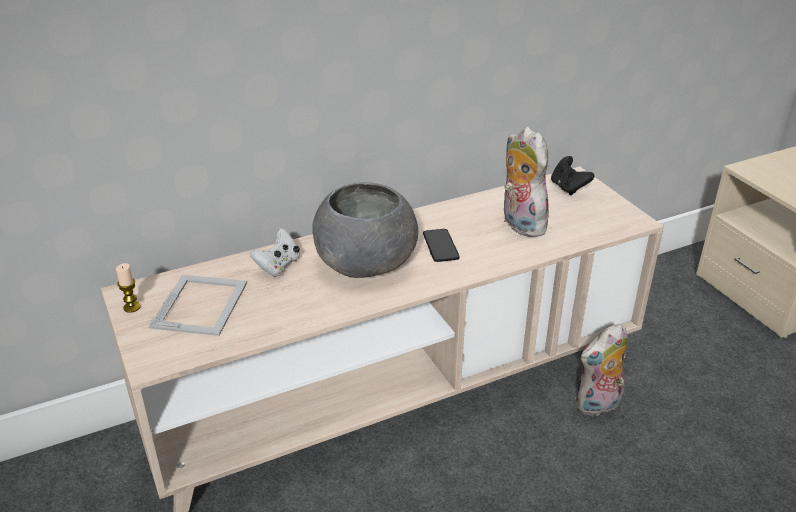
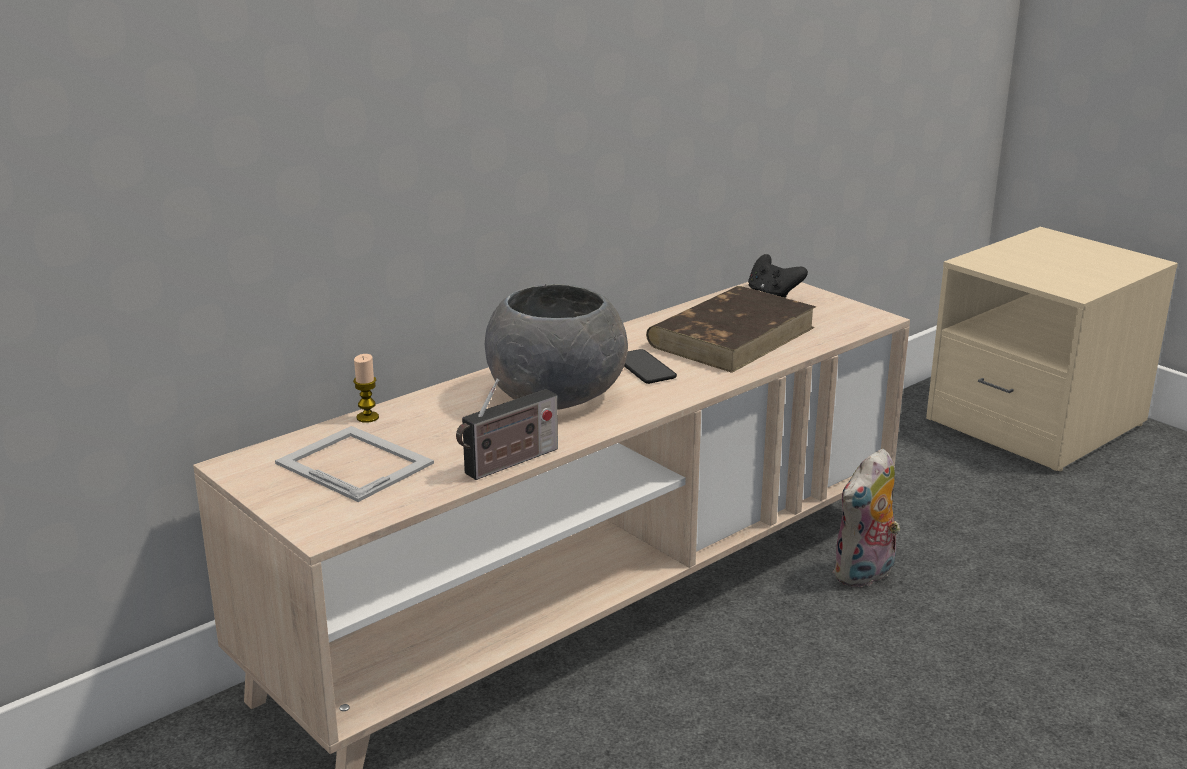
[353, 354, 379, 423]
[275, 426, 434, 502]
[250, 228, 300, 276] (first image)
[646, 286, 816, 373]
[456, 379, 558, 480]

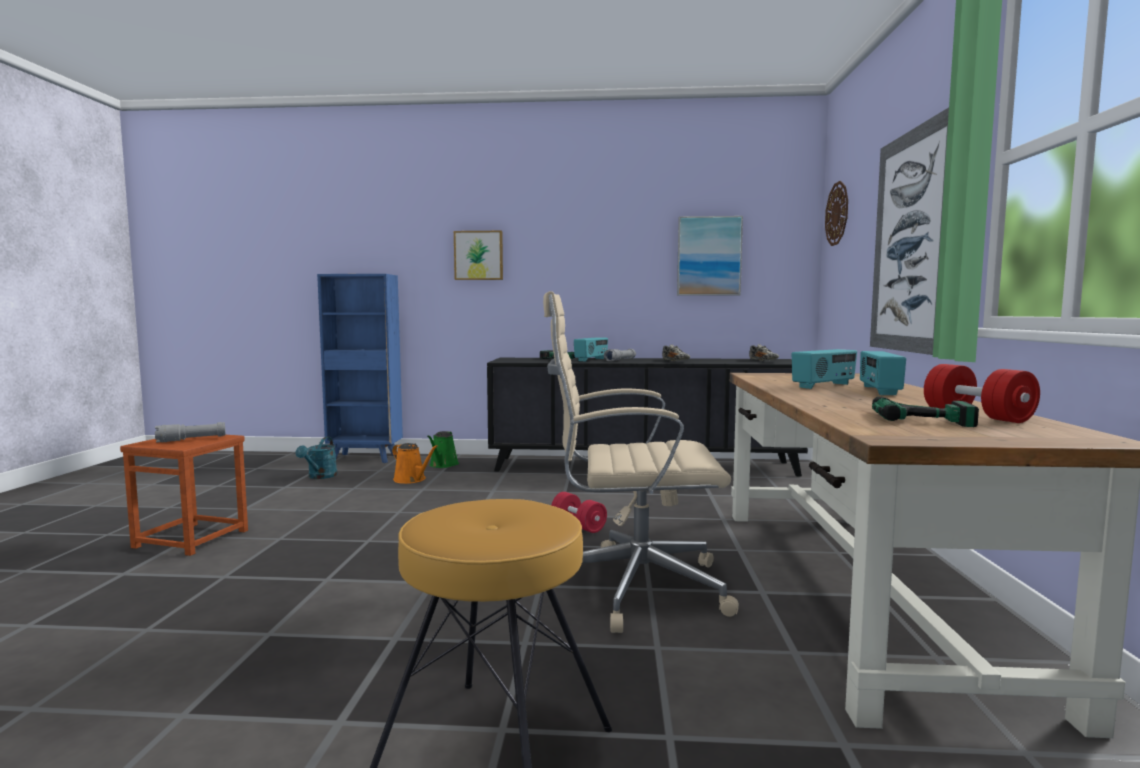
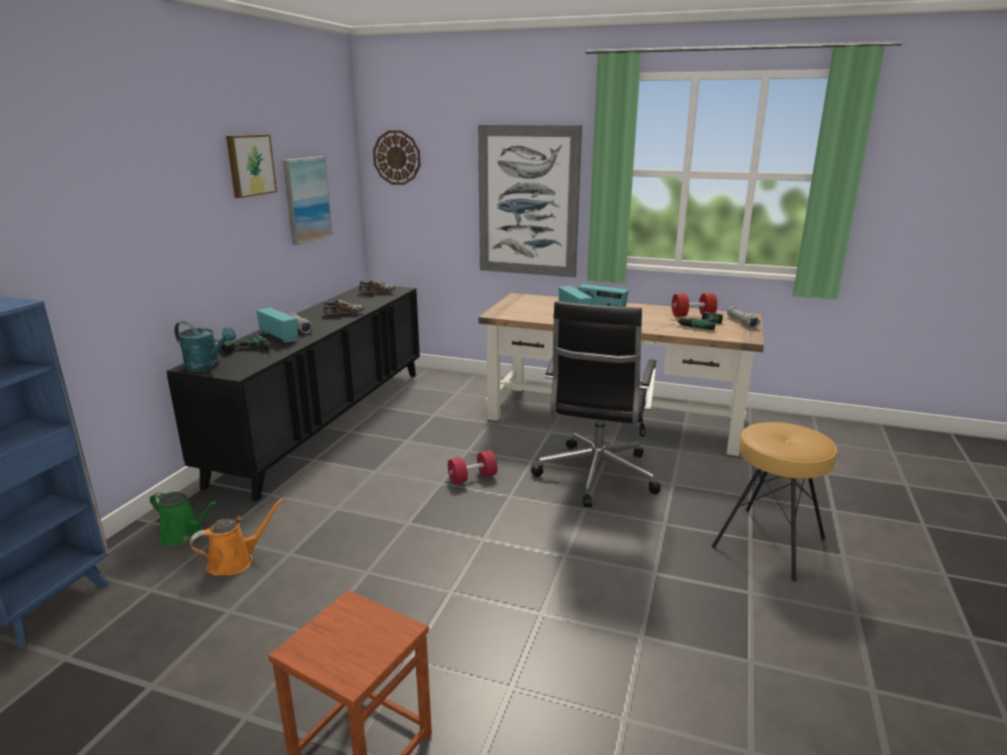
[727, 307, 760, 329]
[175, 321, 236, 372]
[226, 134, 277, 198]
[531, 301, 661, 507]

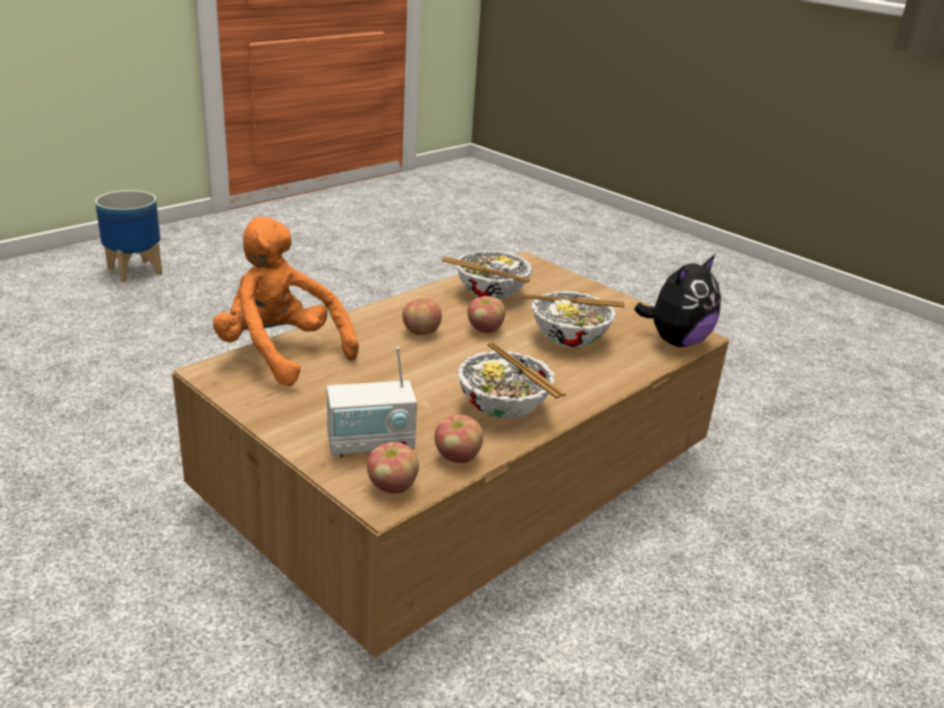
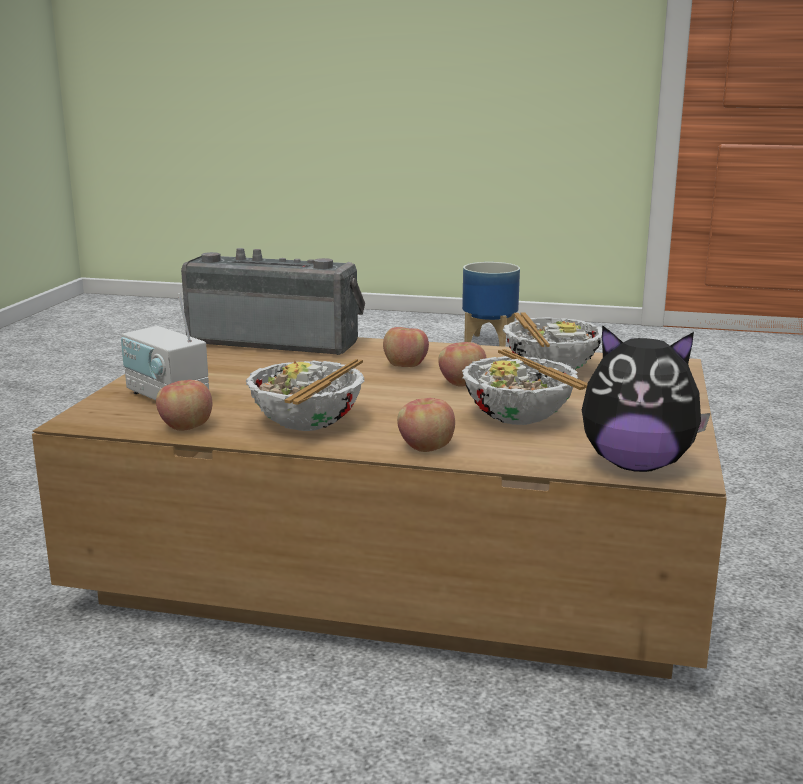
[181, 248, 365, 355]
[397, 398, 455, 452]

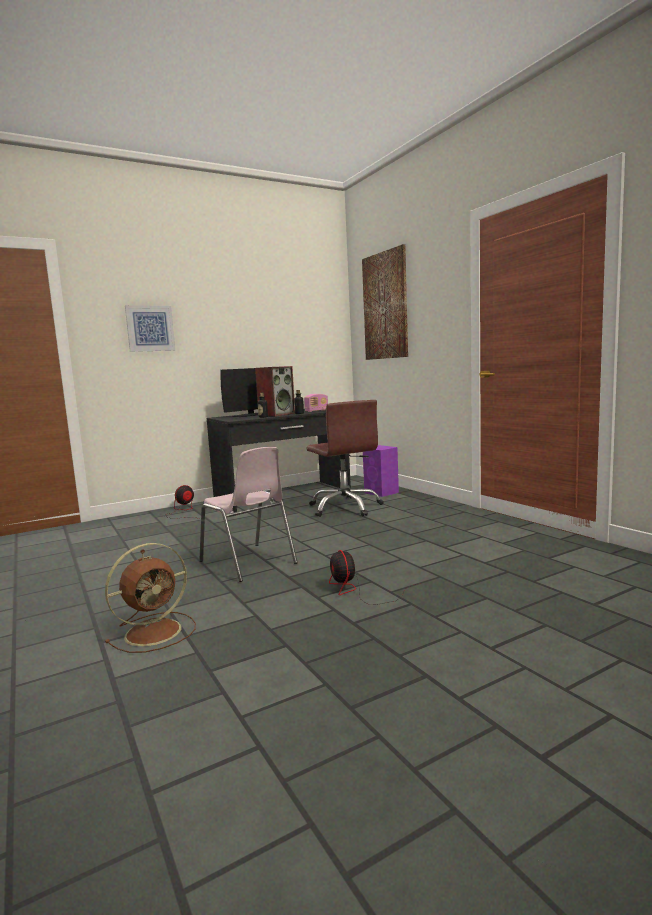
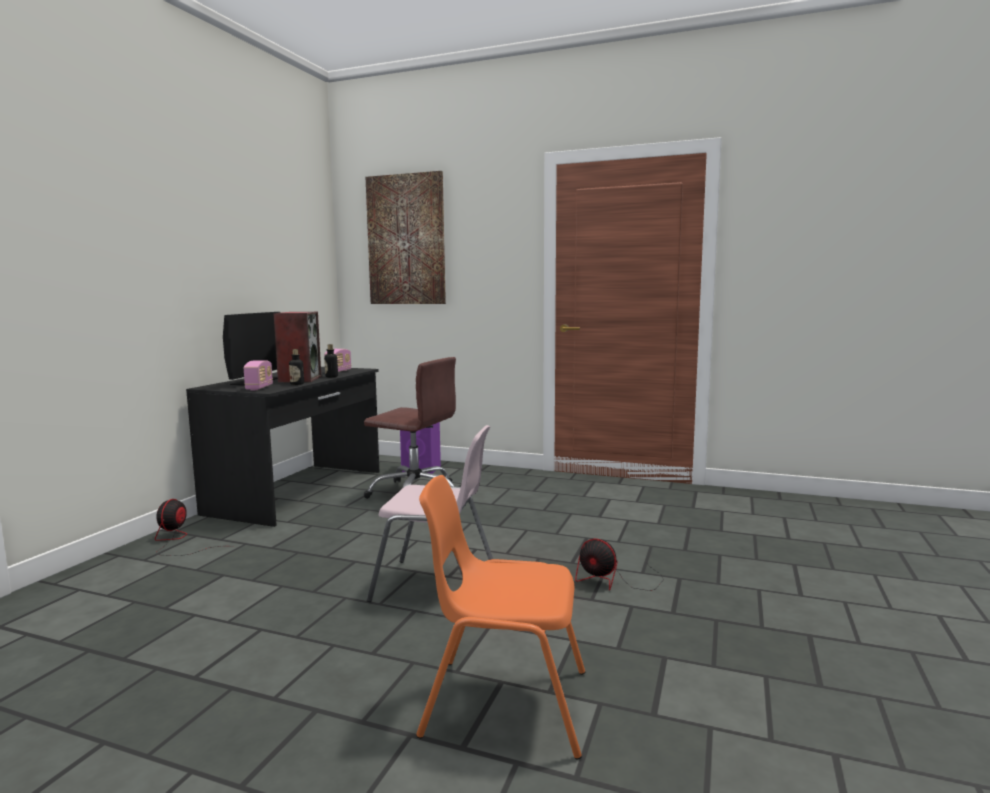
[416, 475, 585, 759]
[125, 305, 175, 352] (first image)
[243, 360, 273, 390]

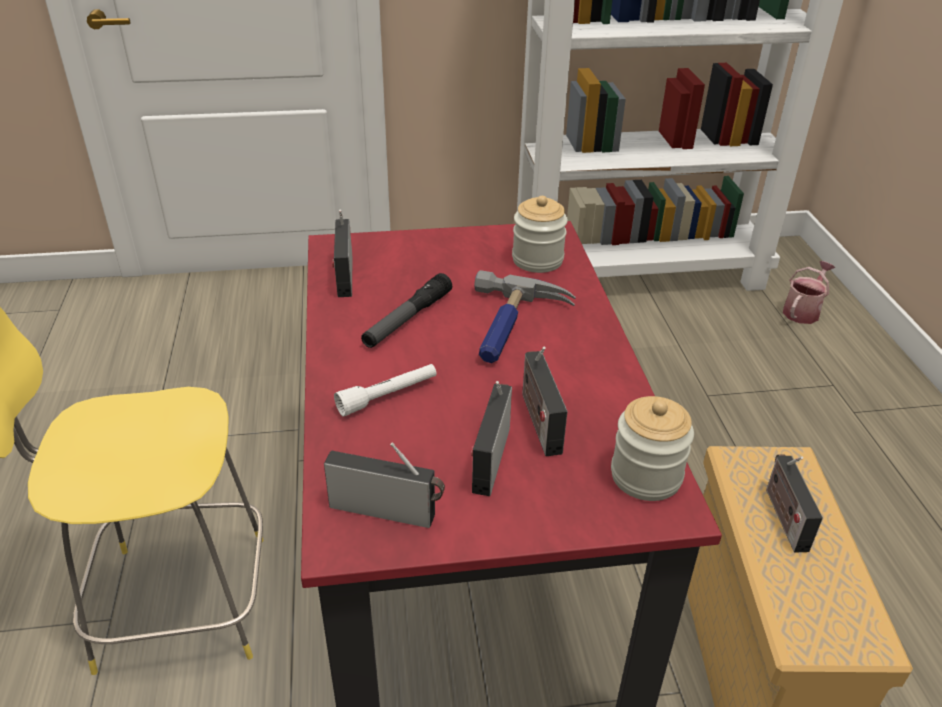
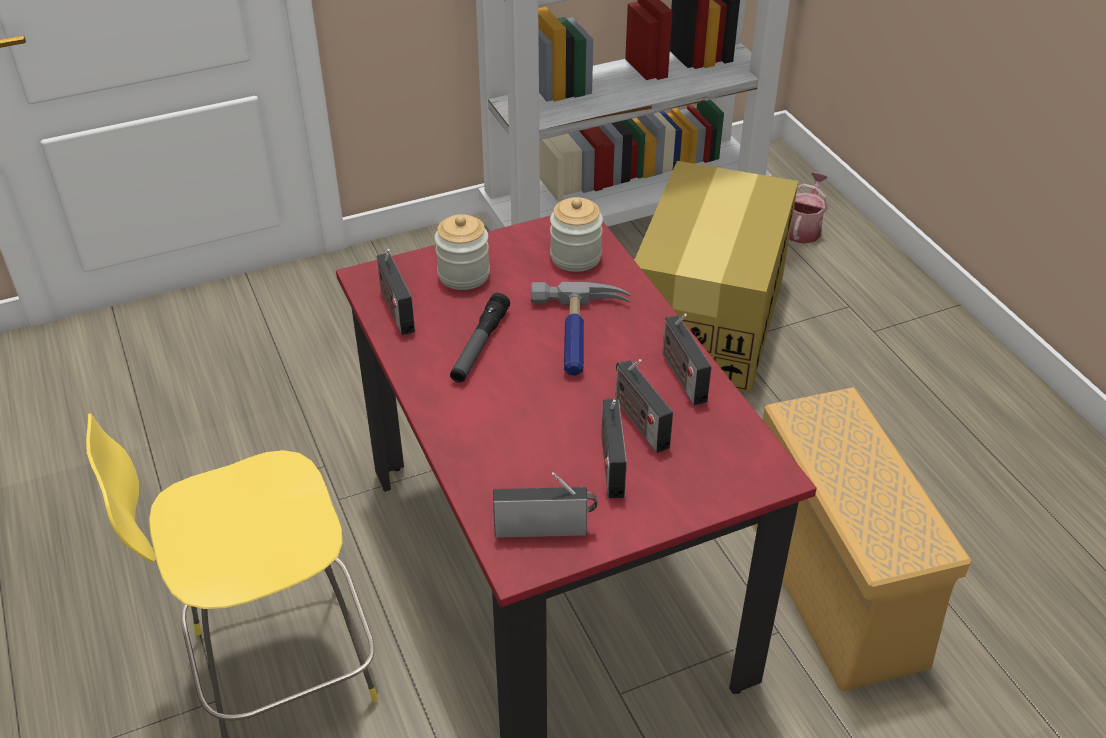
[334, 364, 437, 417] (first image)
[434, 214, 490, 290]
[662, 314, 712, 405]
[634, 161, 798, 393]

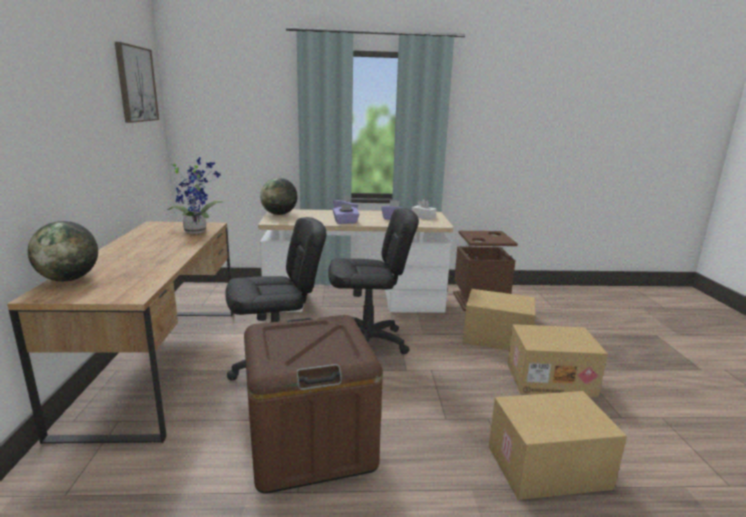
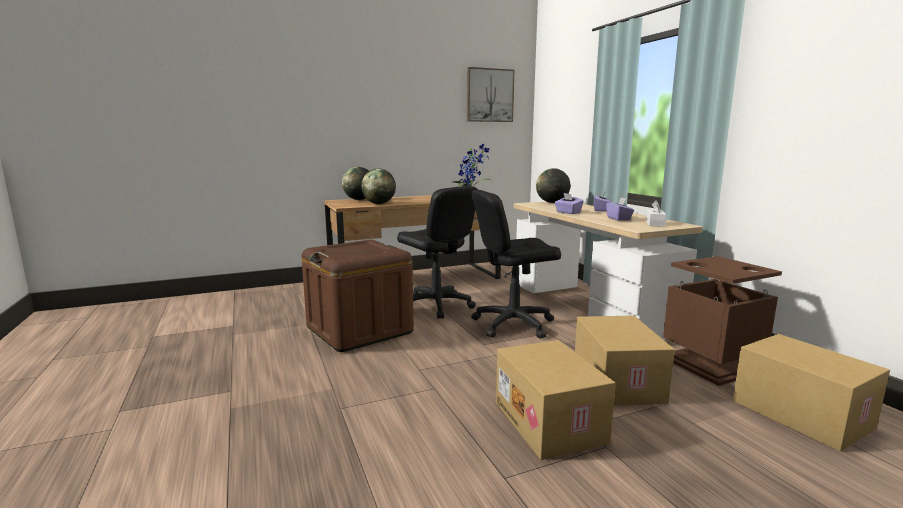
[471, 190, 561, 338]
[733, 334, 890, 451]
[361, 169, 396, 204]

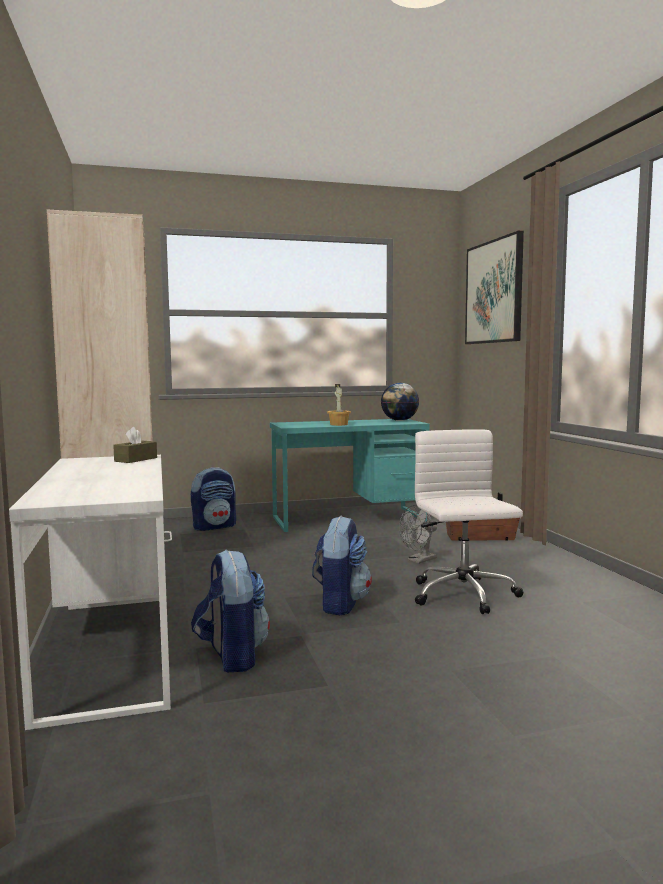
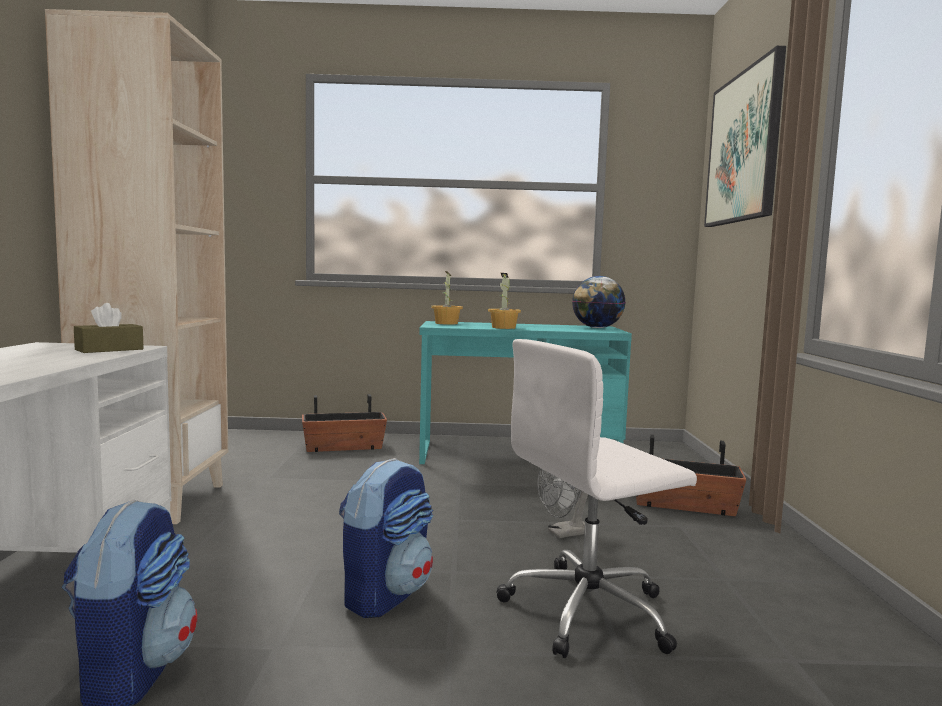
[302, 394, 387, 452]
[496, 339, 697, 658]
[431, 271, 463, 325]

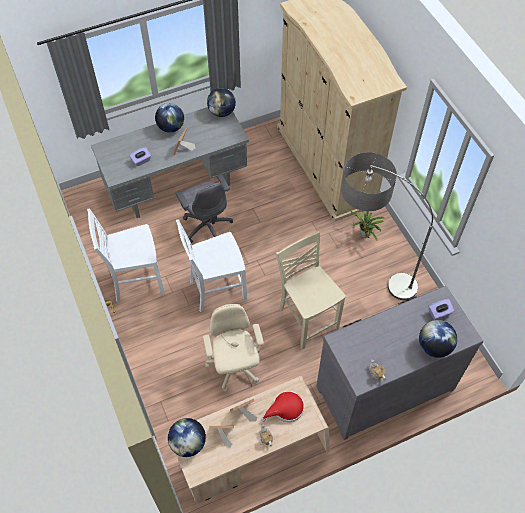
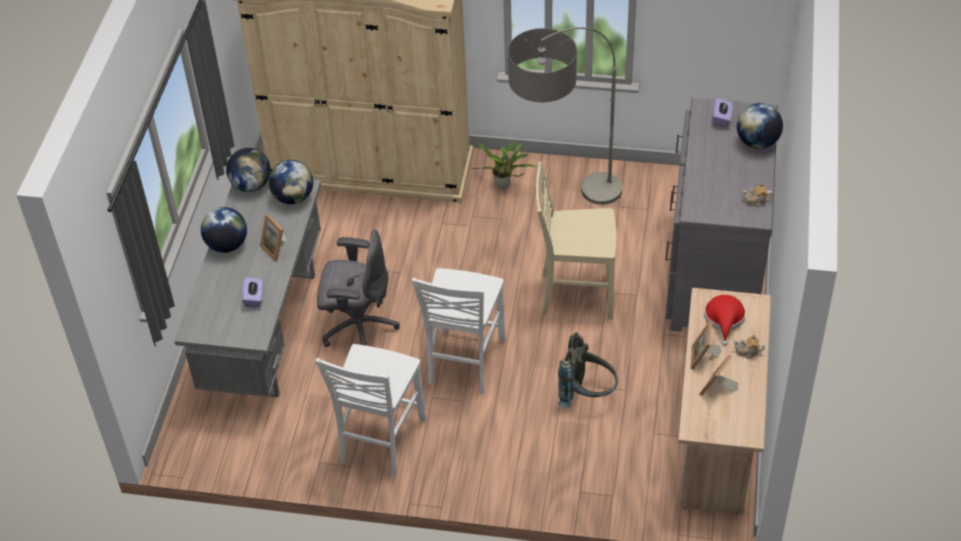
[268, 160, 313, 204]
[558, 332, 618, 408]

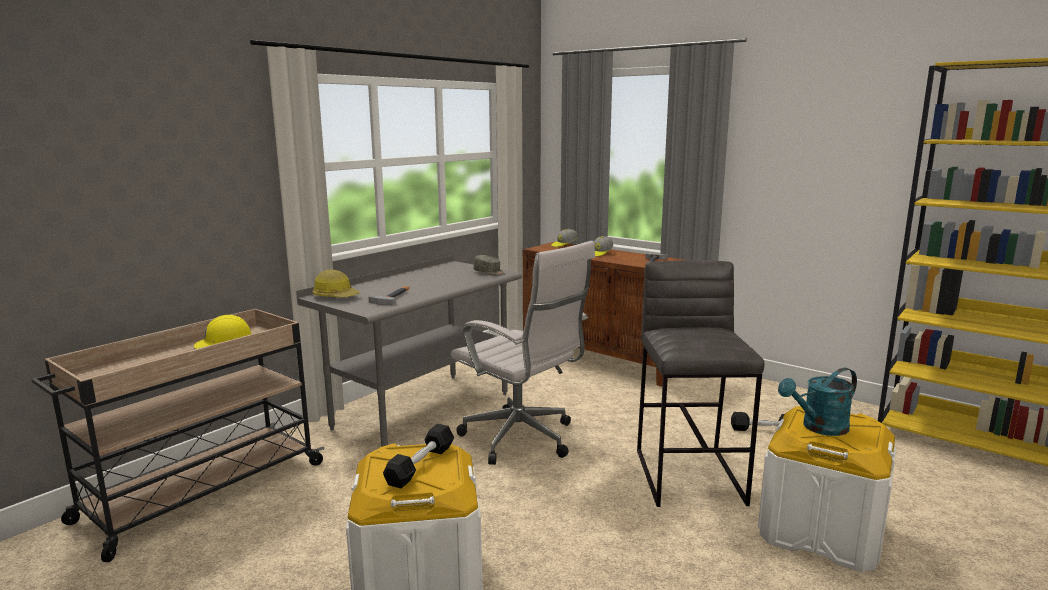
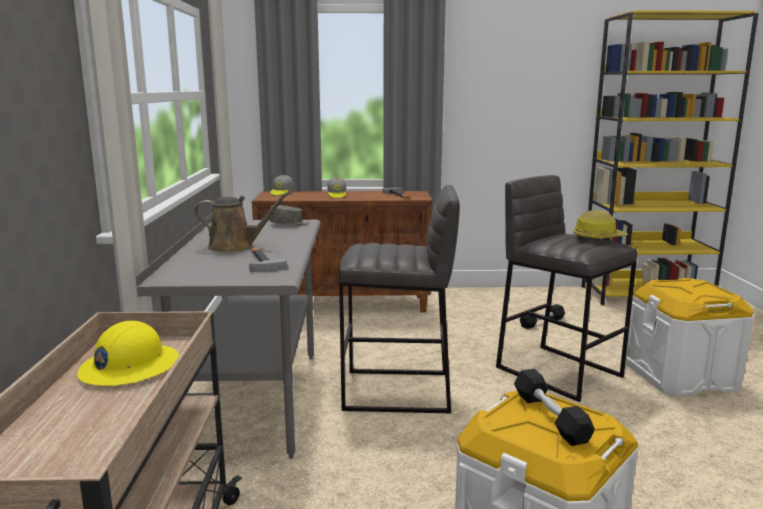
[573, 210, 628, 240]
[339, 185, 460, 413]
[778, 368, 857, 436] (first image)
[194, 192, 291, 252]

